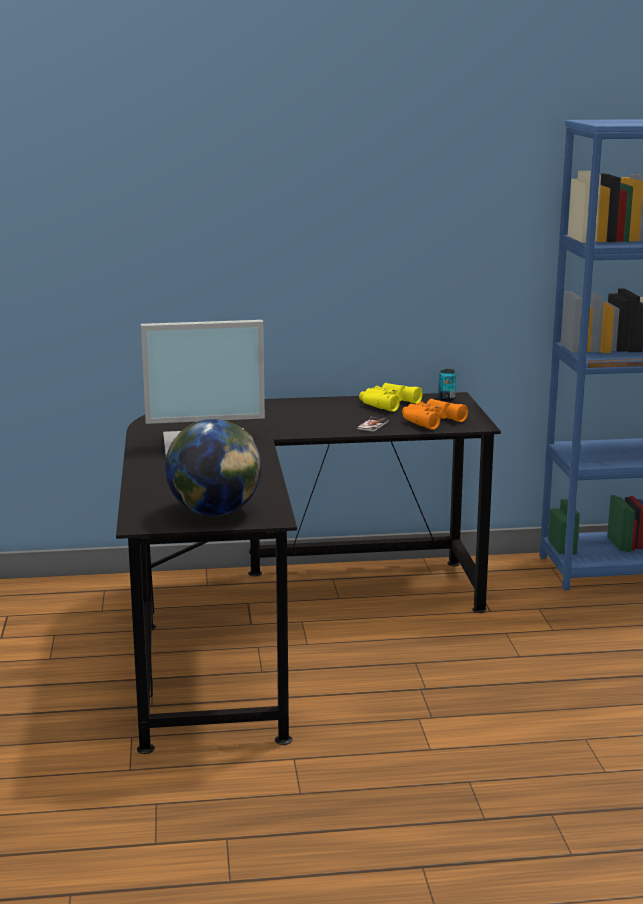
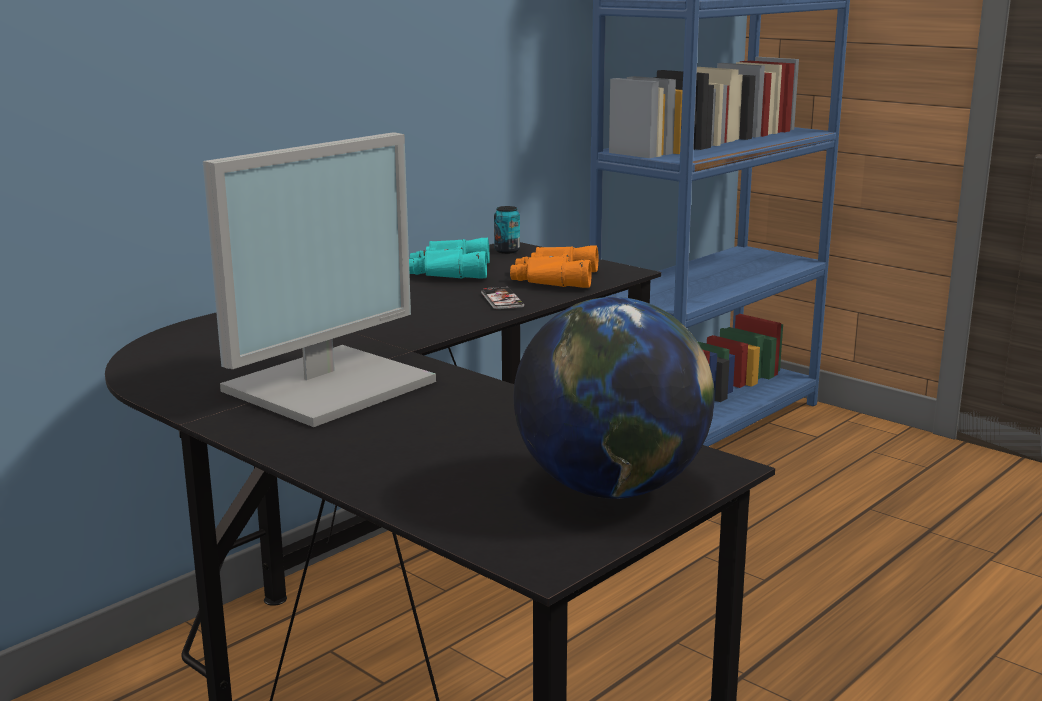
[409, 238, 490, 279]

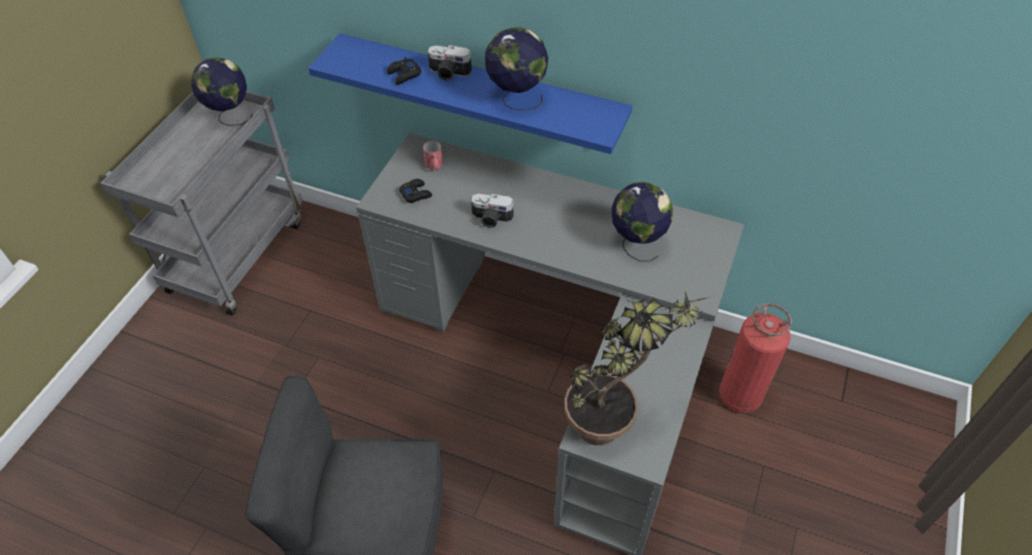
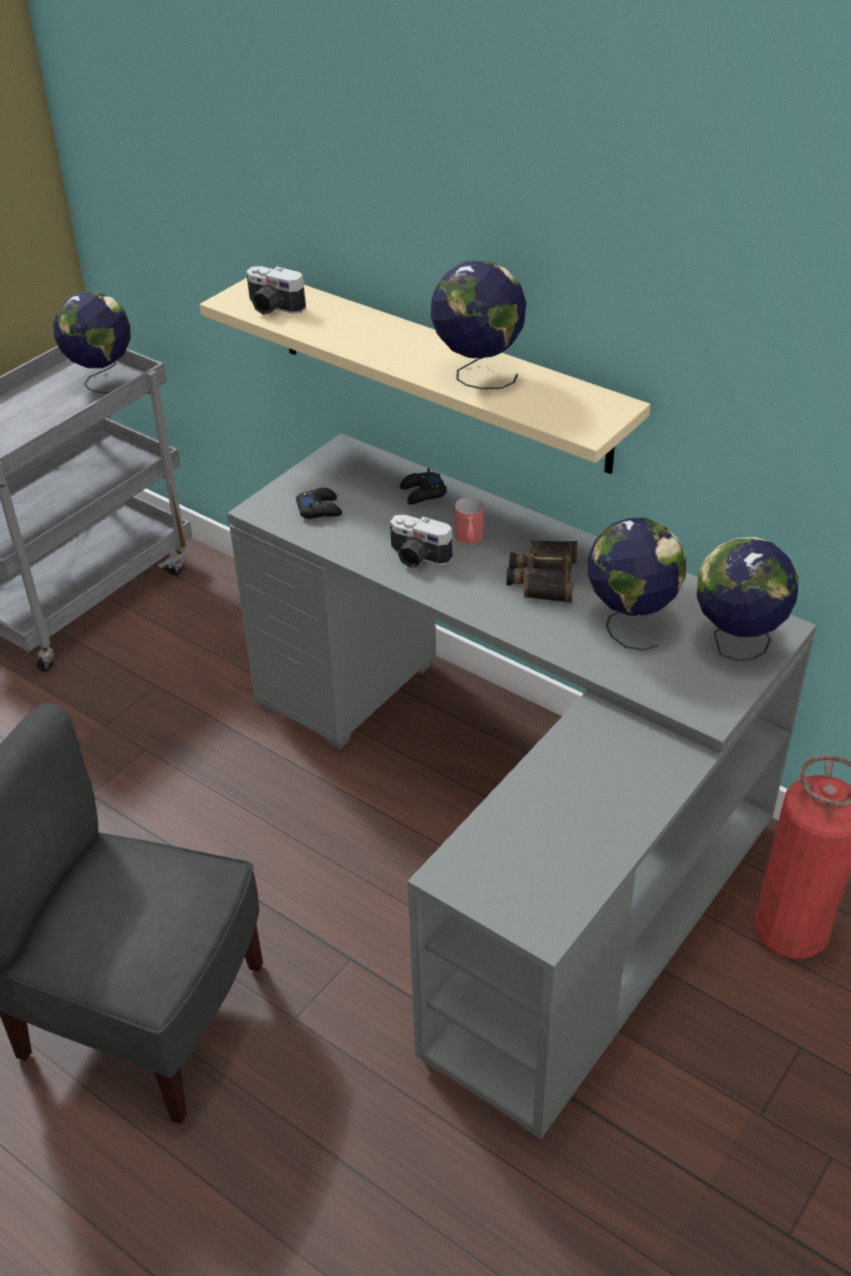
[200, 278, 651, 474]
[400, 469, 447, 505]
[455, 497, 484, 544]
[246, 266, 306, 315]
[564, 290, 713, 445] (first image)
[506, 540, 578, 603]
[697, 537, 798, 661]

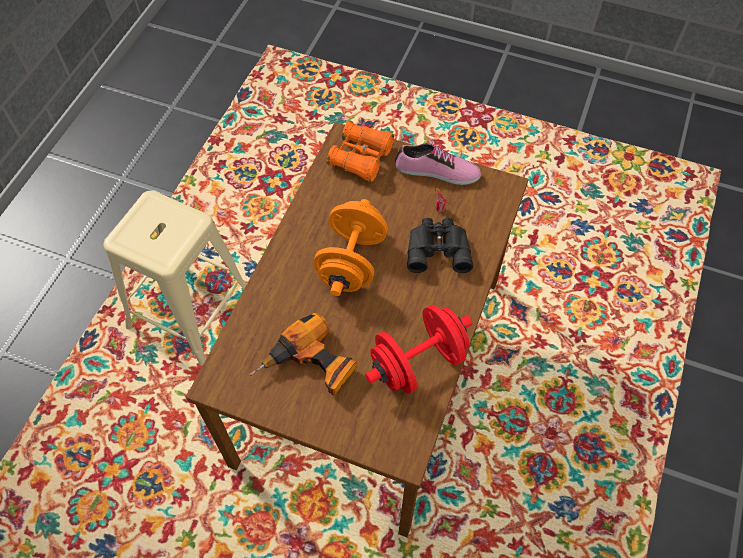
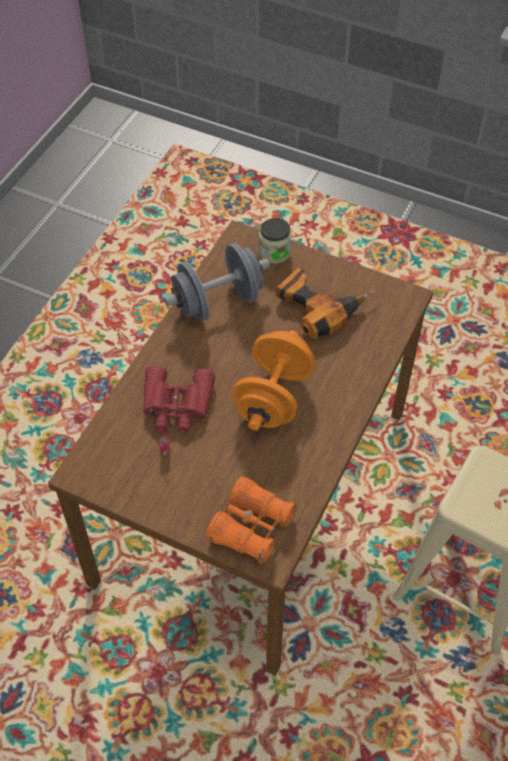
[164, 243, 270, 322]
[395, 143, 481, 185] (first image)
[143, 365, 215, 433]
[259, 218, 292, 264]

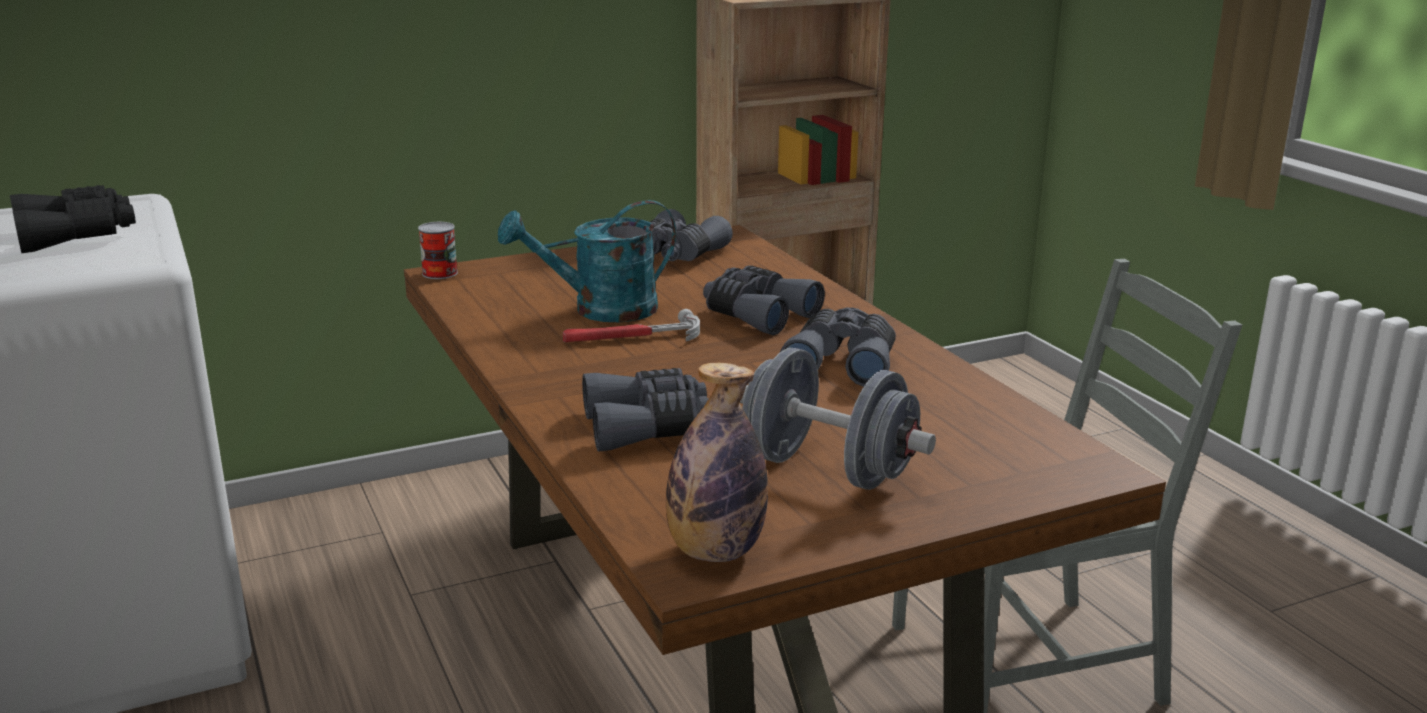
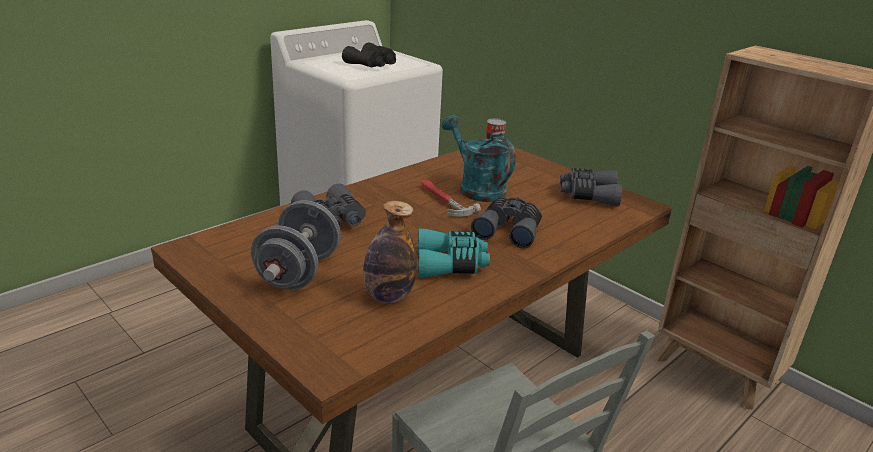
[363, 201, 417, 303]
[418, 229, 490, 277]

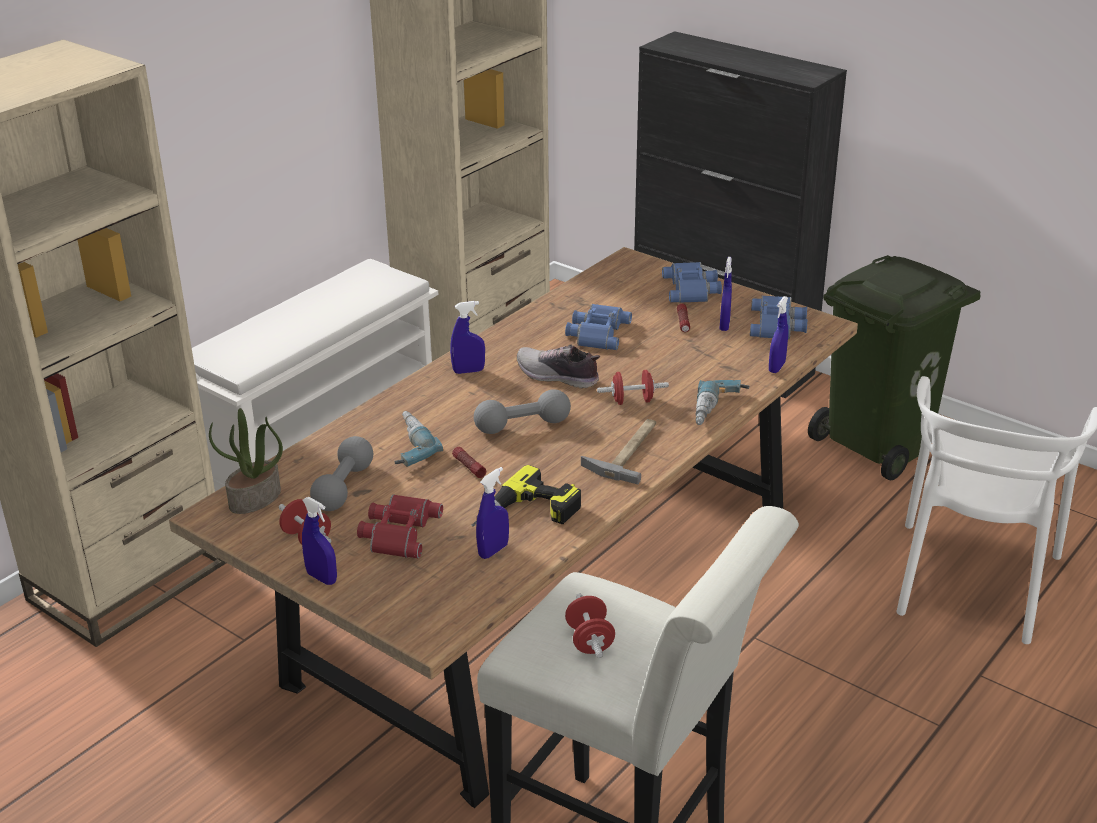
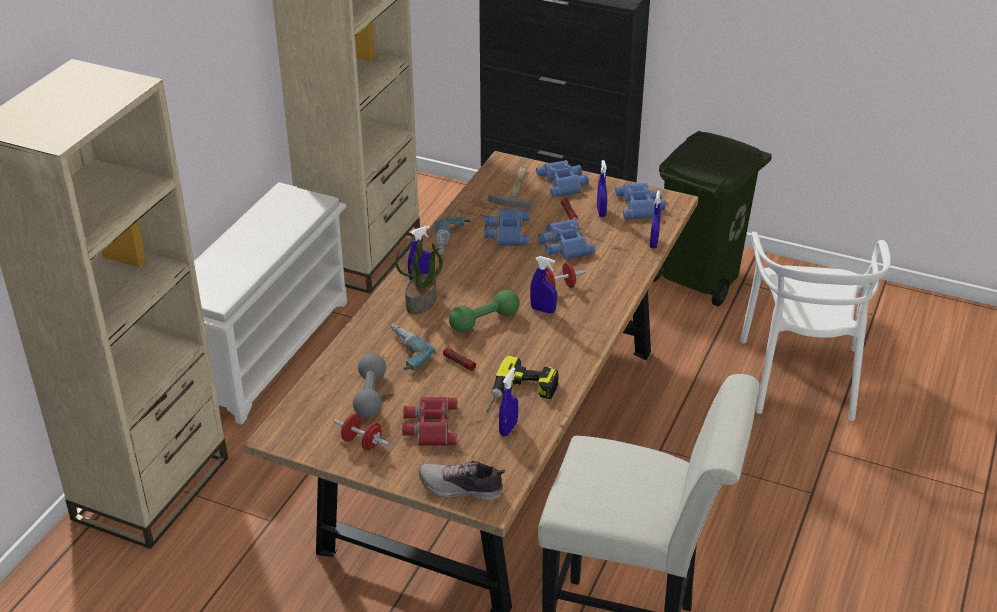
[395, 239, 443, 314]
[530, 256, 557, 314]
[449, 290, 520, 333]
[419, 460, 505, 501]
[565, 593, 615, 658] (first image)
[489, 166, 532, 208]
[434, 216, 471, 255]
[538, 219, 595, 260]

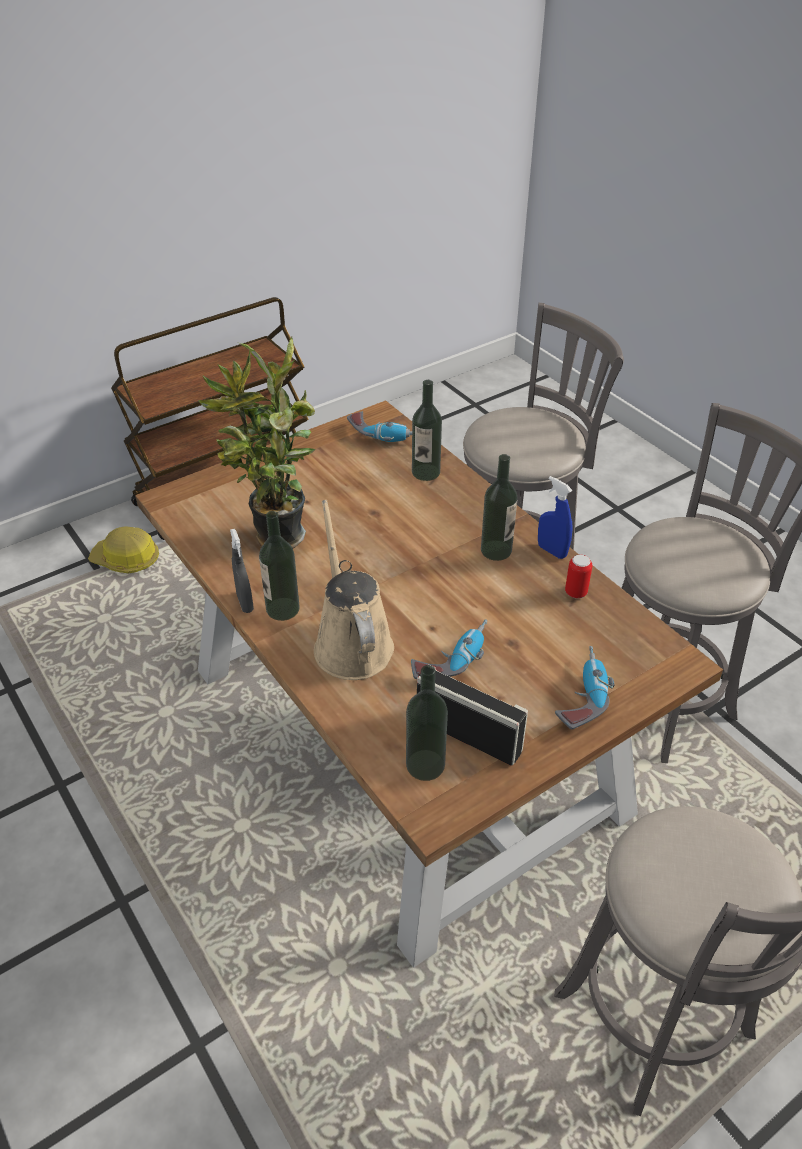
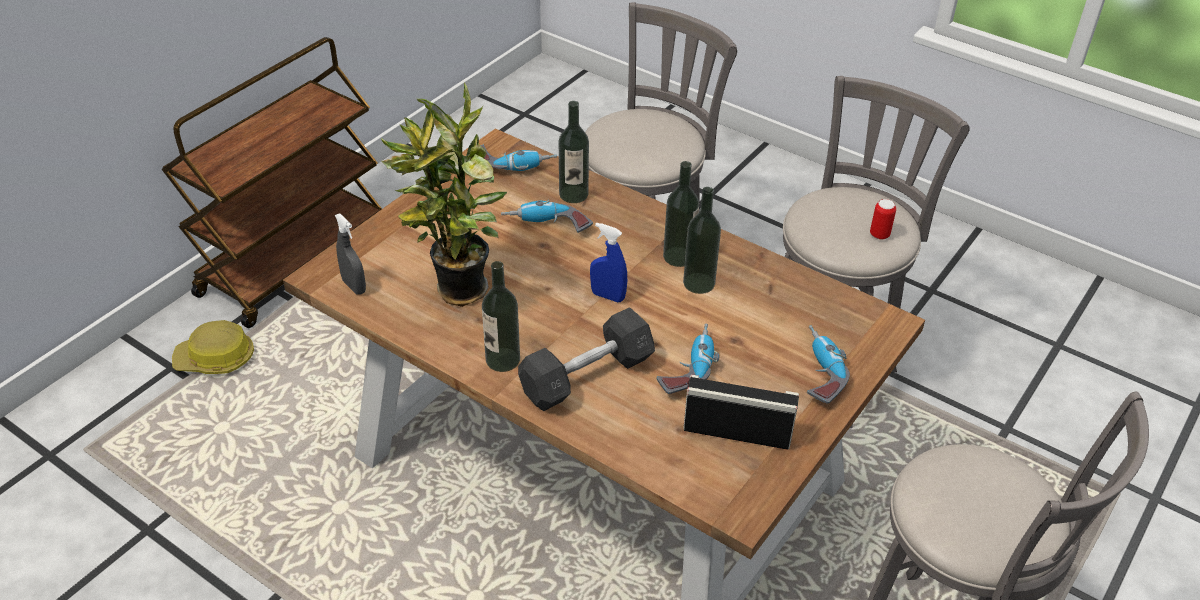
[335, 213, 366, 295]
[518, 307, 655, 411]
[683, 187, 721, 294]
[590, 223, 627, 302]
[870, 199, 896, 239]
[501, 200, 593, 233]

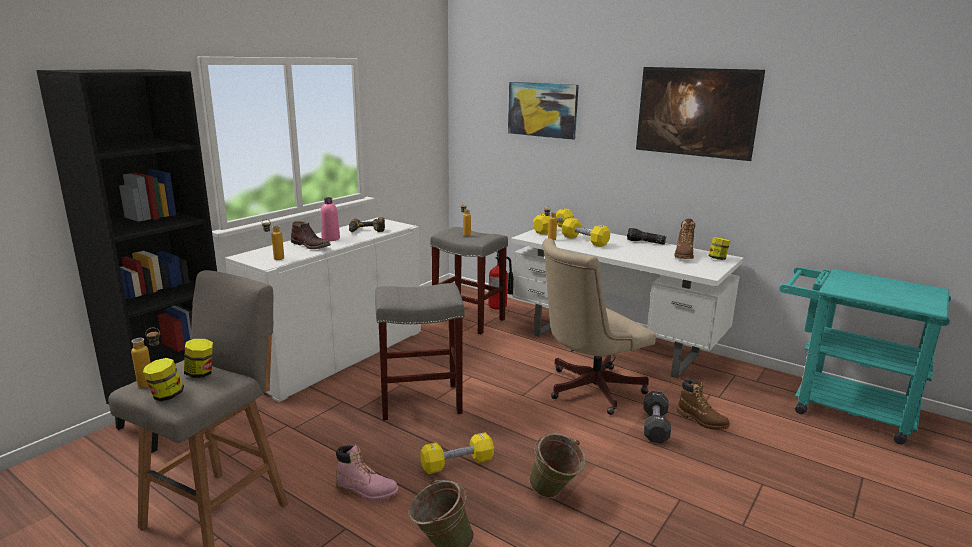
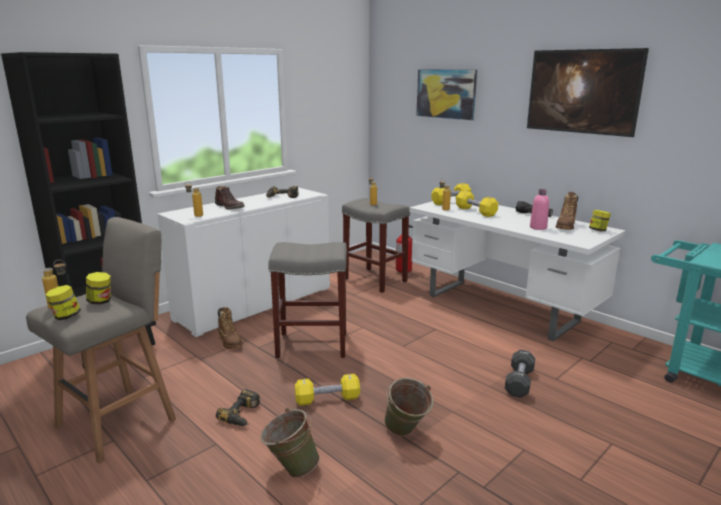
[530, 189, 549, 230]
[216, 389, 260, 426]
[542, 238, 656, 415] (first image)
[218, 307, 243, 349]

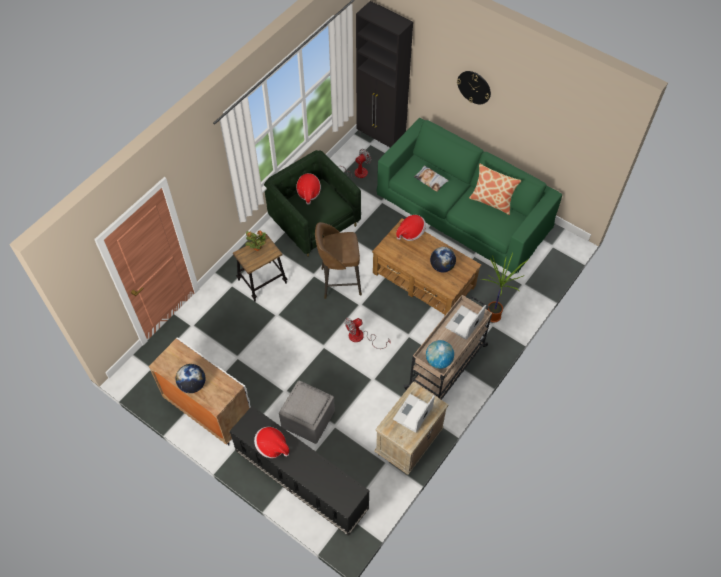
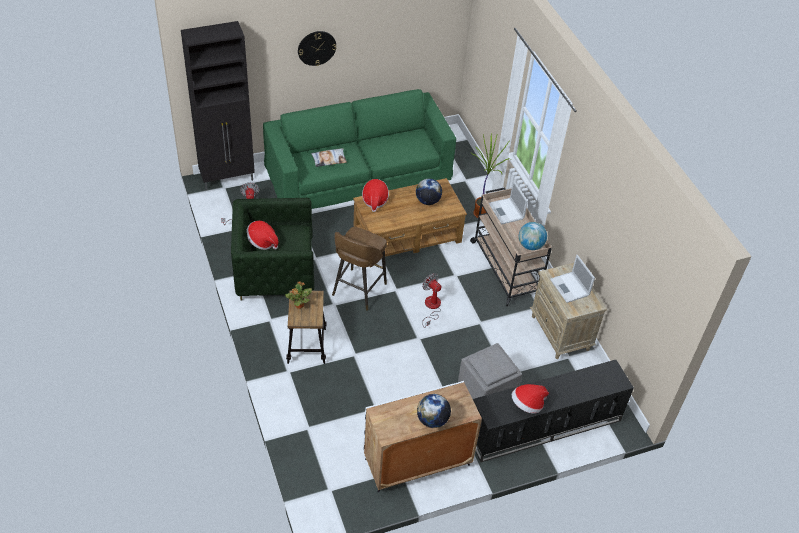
[422, 273, 442, 328]
[469, 164, 522, 215] (first image)

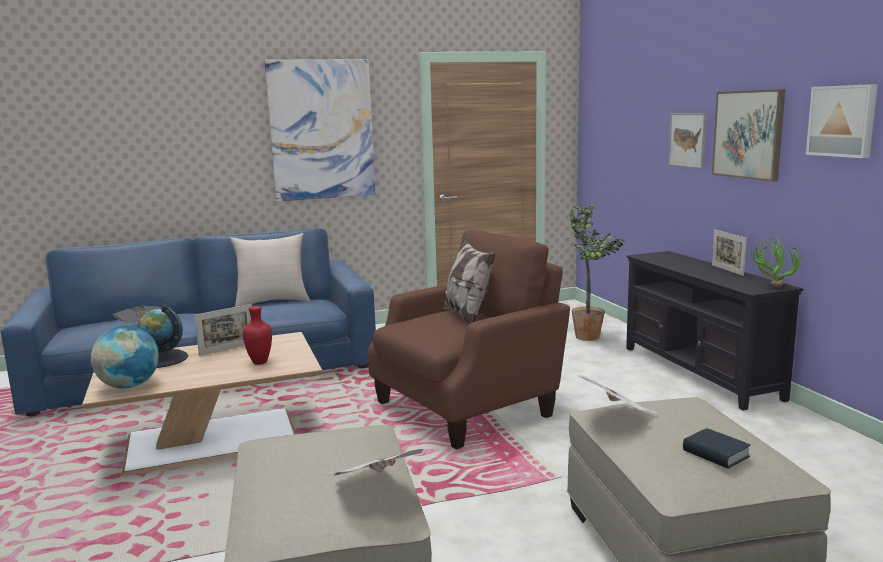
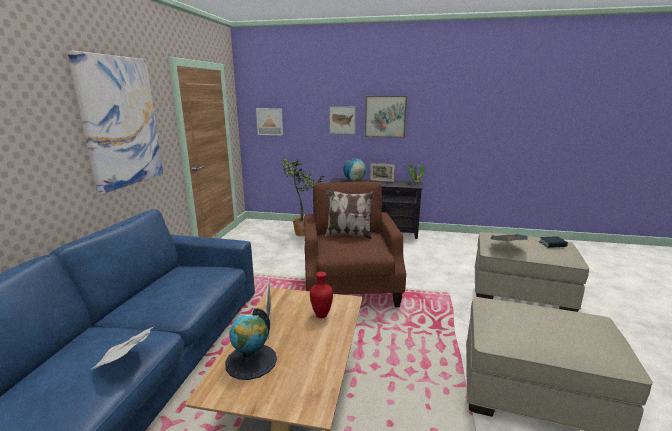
[343, 158, 366, 181]
[230, 233, 310, 307] (first image)
[333, 449, 423, 476] (first image)
[256, 108, 283, 135]

